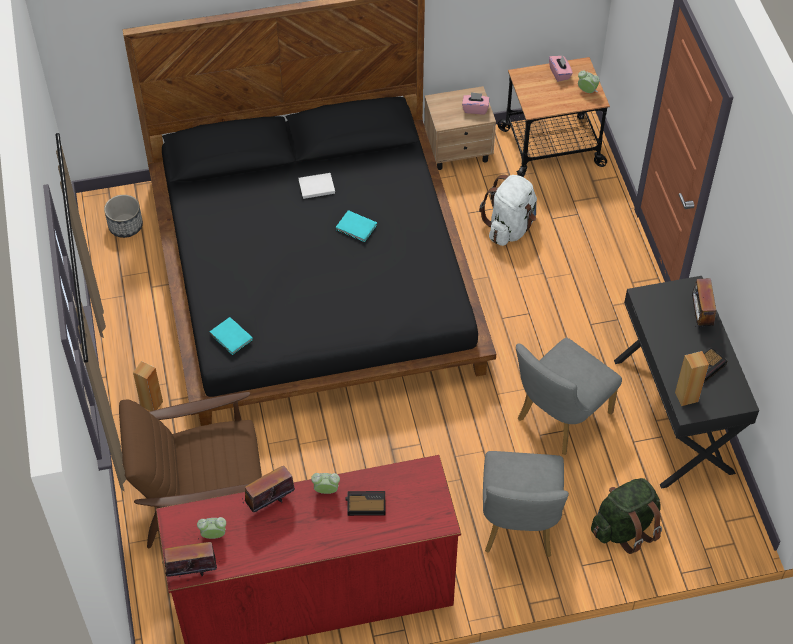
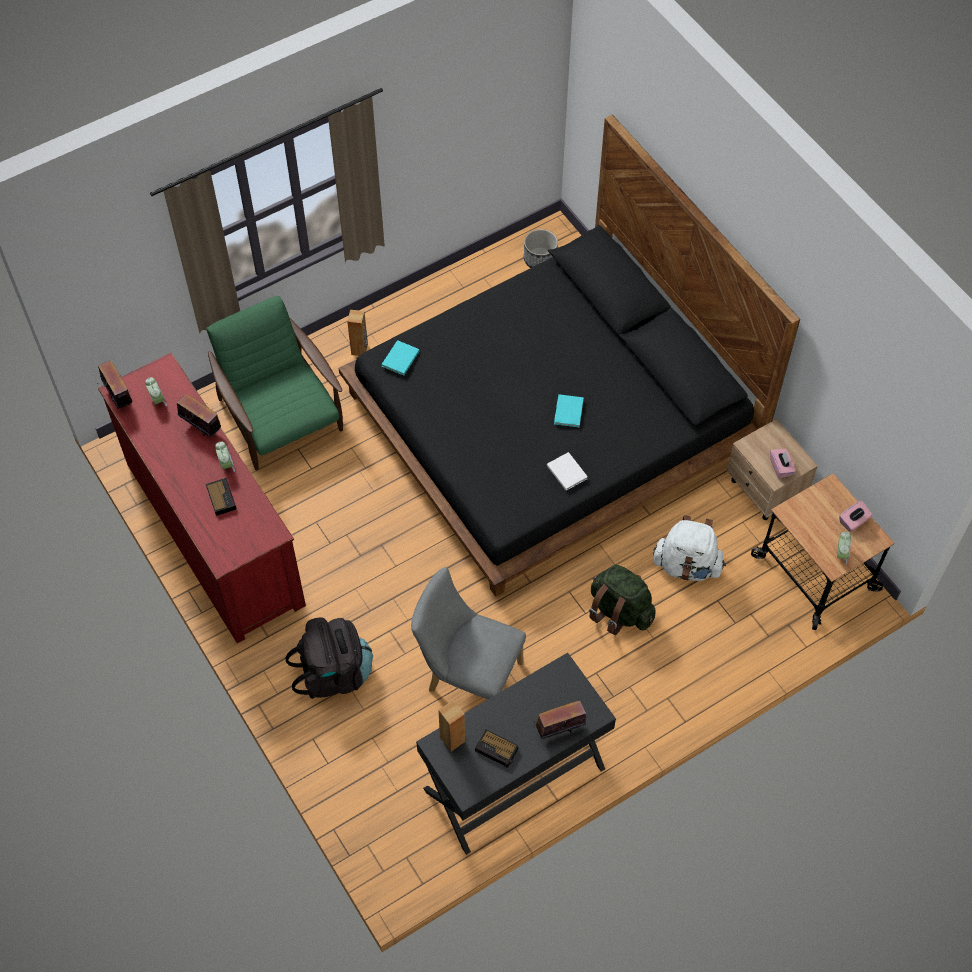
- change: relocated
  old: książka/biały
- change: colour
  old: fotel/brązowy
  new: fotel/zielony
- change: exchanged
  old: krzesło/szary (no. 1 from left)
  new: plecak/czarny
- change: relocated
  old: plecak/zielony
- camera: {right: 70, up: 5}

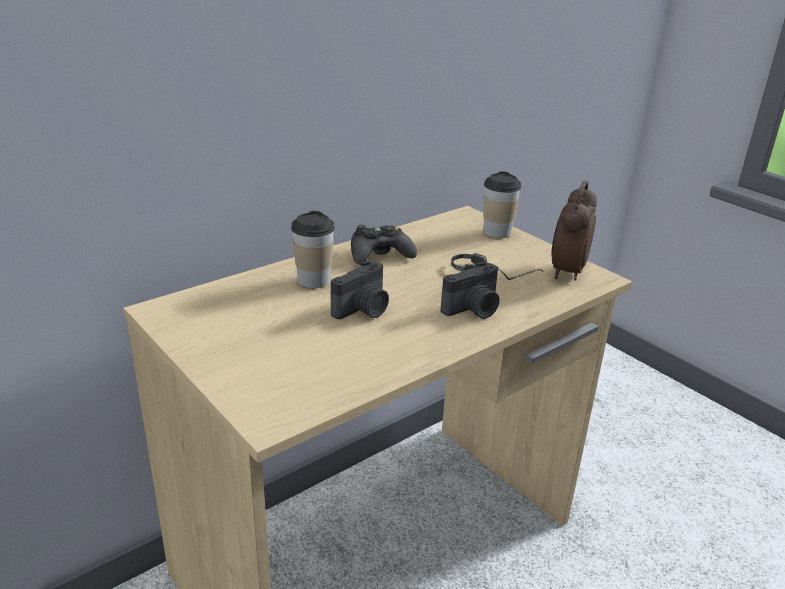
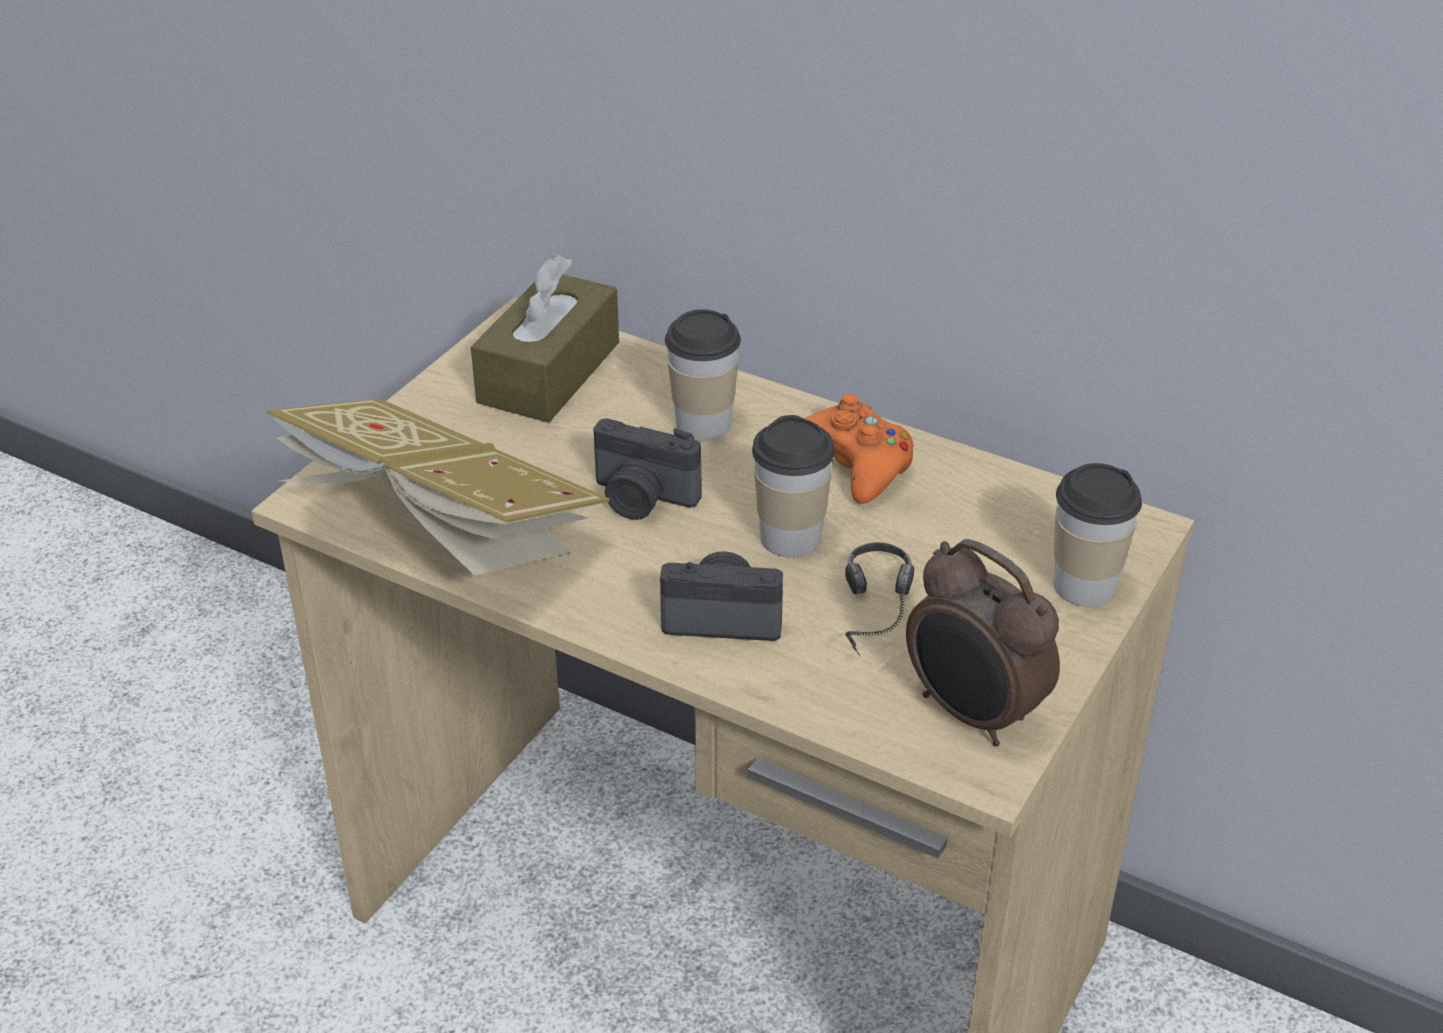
- change: spun
  old: budzik
  degrees: -135
- change: colour
  old: pad do gier/czarny
  new: pad do gier/pomarańczowy
- change: spun
  old: aparat fotograficzny (no. 2 from left)
  degrees: 150
- change: appeared
  new: pudełko chusteczek/brązowy
- change: appeared
  new: książka
- change: appeared
  new: filiżanka (no. 2 from left)
- camera: {right: 70, up: 10}

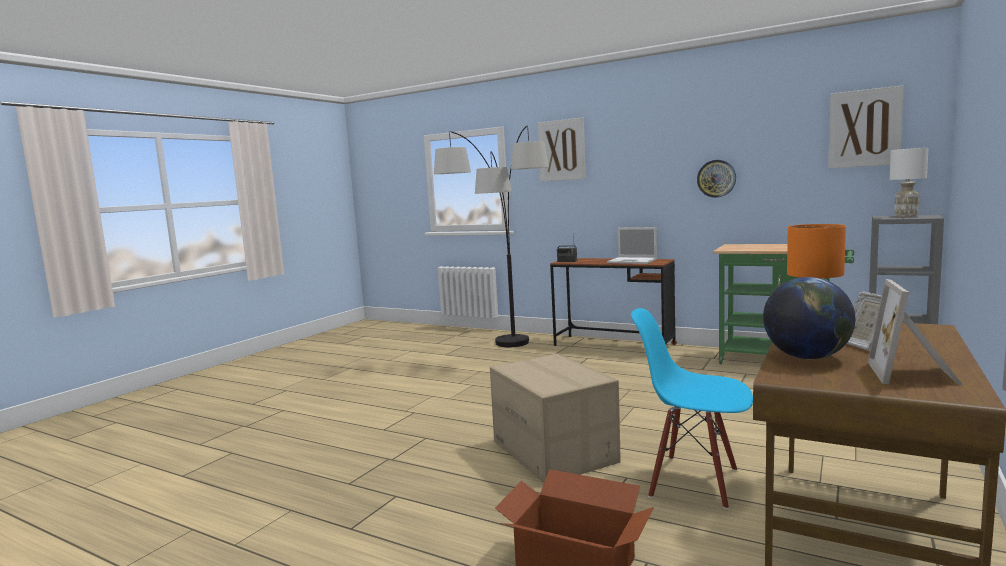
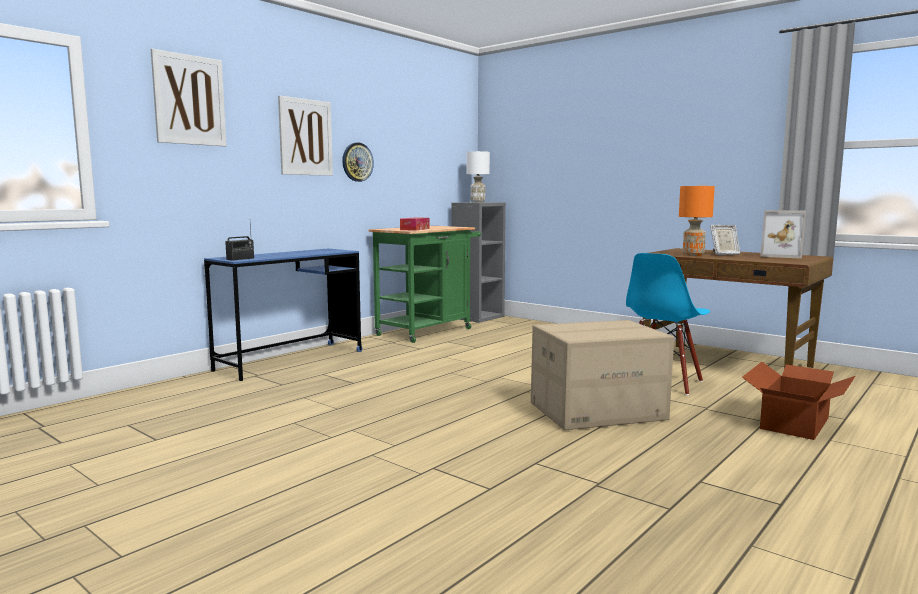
- change: relocated
  old: obraz (no. 2 from left)
- change: missing
  old: lampa stojąca
- change: missing
  old: laptop
- change: colour
  old: biurko/brązowy (no. 1 from left)
  new: biurko/niebieski
- change: missing
  old: globus
- change: appeared
  new: pudełko chusteczek
- camera: {right: -80, up: 0}

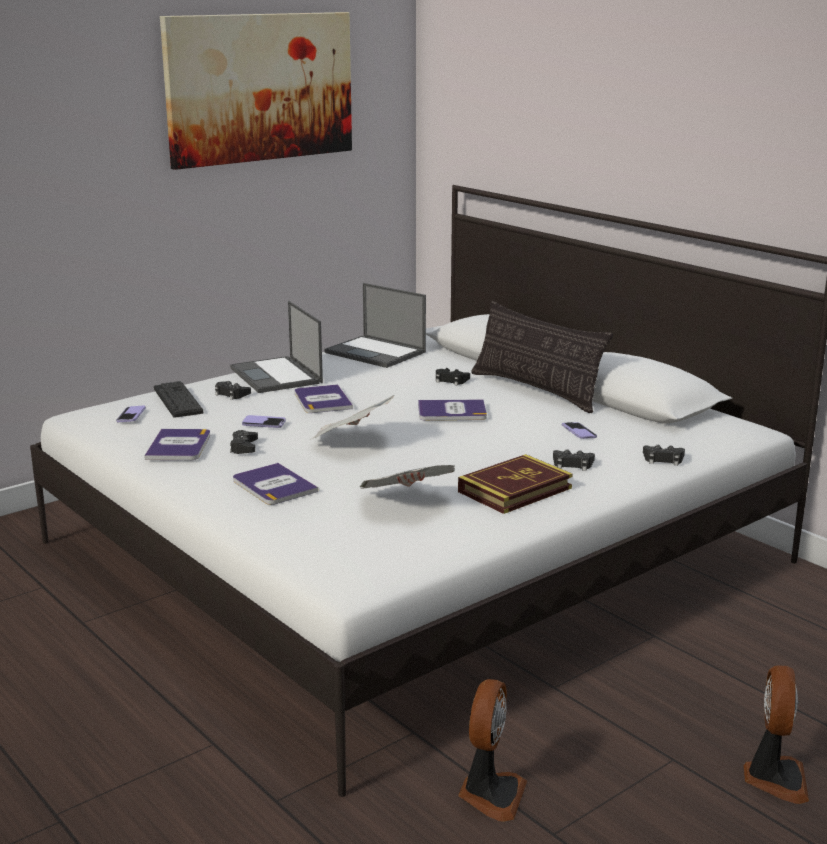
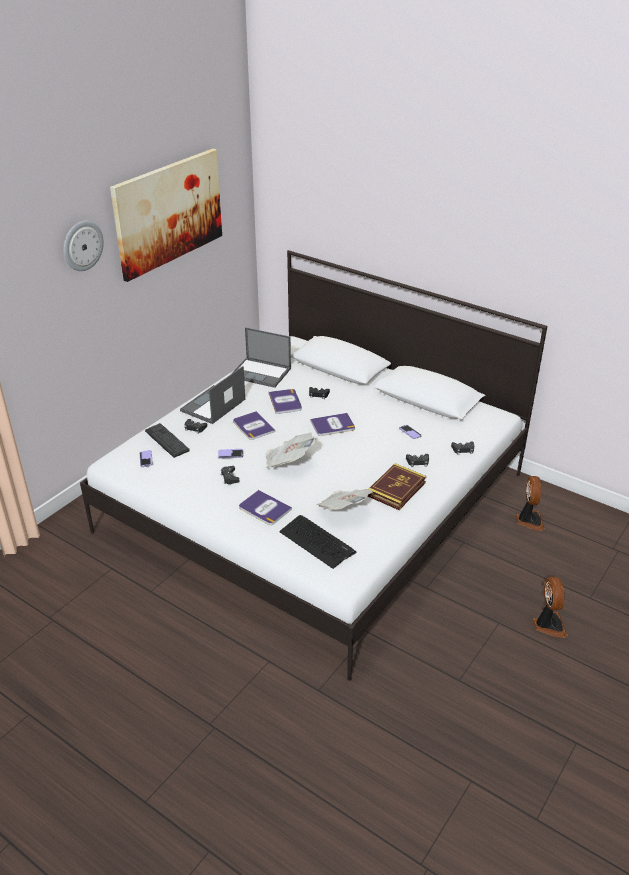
- change: spun
  old: laptop (no. 1 from left)
  degrees: 75
- change: missing
  old: poduszka
- change: relocated
  old: książka (no. 1 from left in the first image)
  new: książka (no. 3 from left)
- change: relocated
  old: wentylator (no. 1 from left)
- change: appeared
  new: zegar ścienny
- change: appeared
  new: klawiatura (no. 2 from left)
- camera: {right: -15, up: 15}

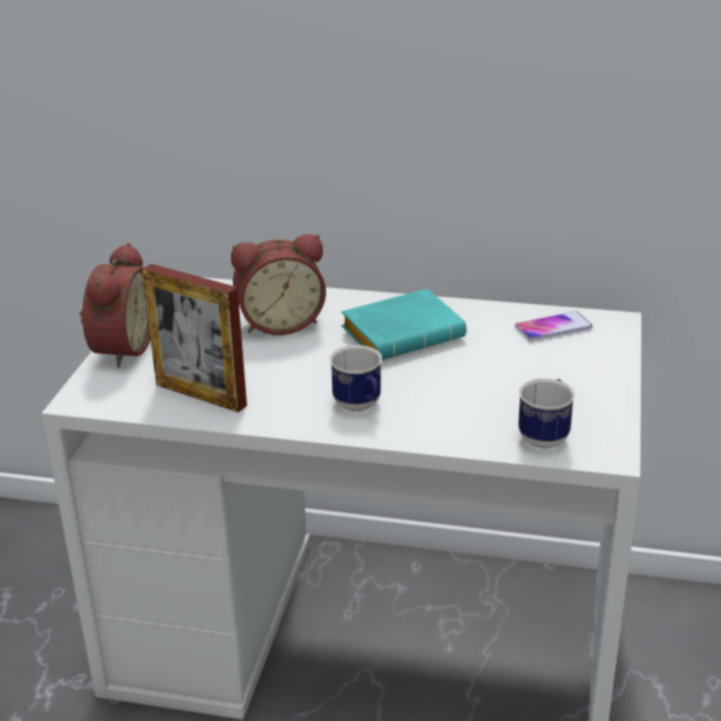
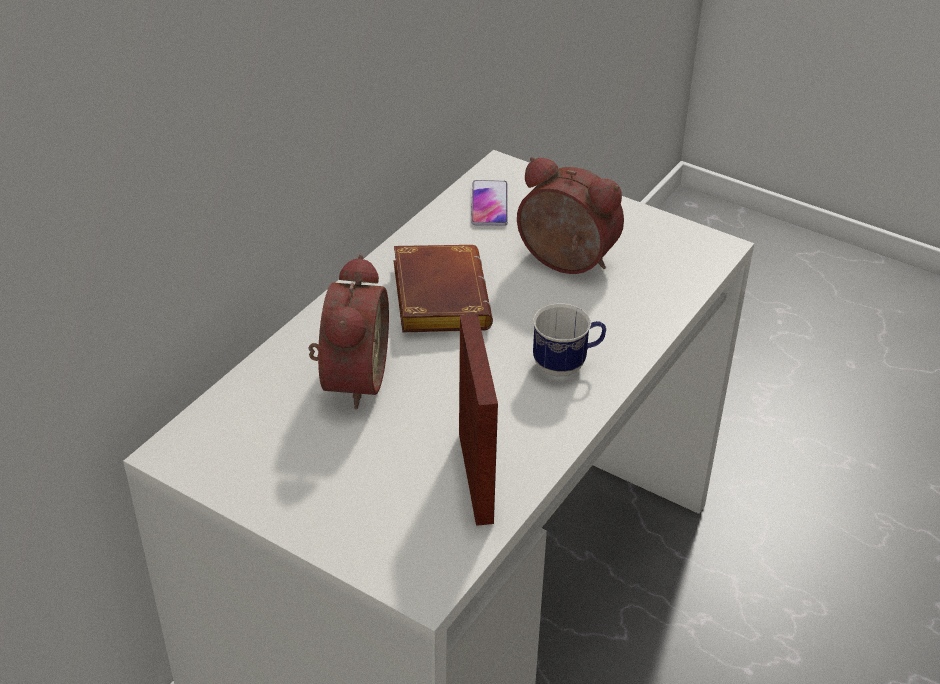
- change: relocated
  old: budzik (no. 1 from left in the first image)
  new: budzik (no. 2 from left)
- change: spun
  old: ramka na zdjęcie
  degrees: -60
- change: colour
  old: książka/turkusowy
  new: książka/brązowy
- change: missing
  old: kubek (no. 2 from left)
- camera: {right: -70, up: 10}

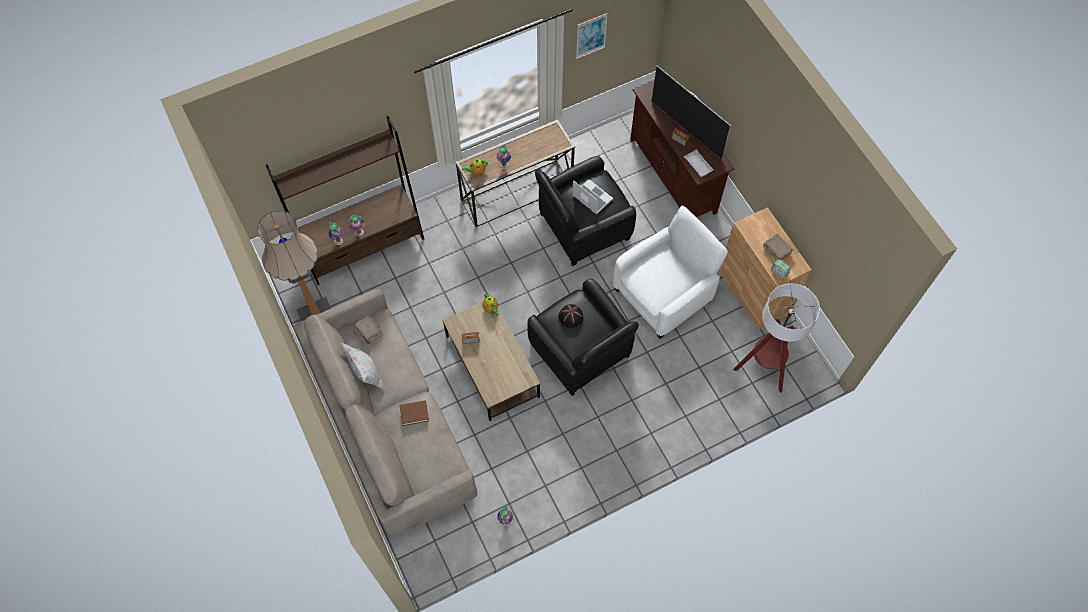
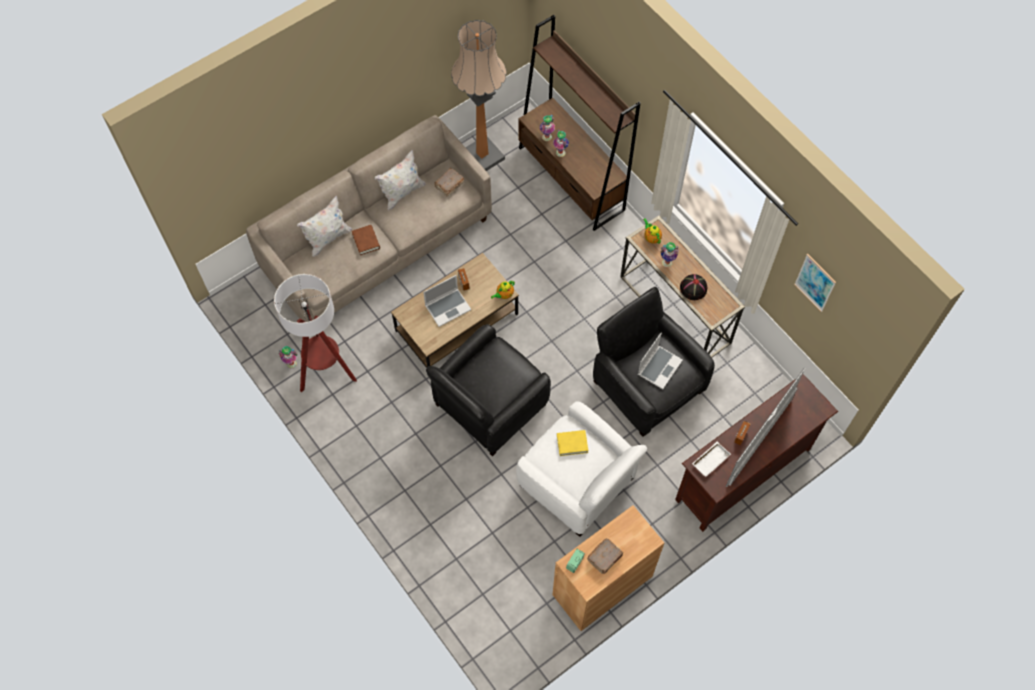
- change: relocated
  old: lampa stojąca (no. 2 from left in the first image)
  new: lampa stojąca (no. 1 from left)
- change: relocated
  old: kapelusz/czarny
- change: appeared
  new: poduszka/biały (no. 1 from left)
- change: appeared
  new: laptop (no. 1 from left)
- change: appeared
  new: książka/żółty
- camera: {right: 80, up: 0}

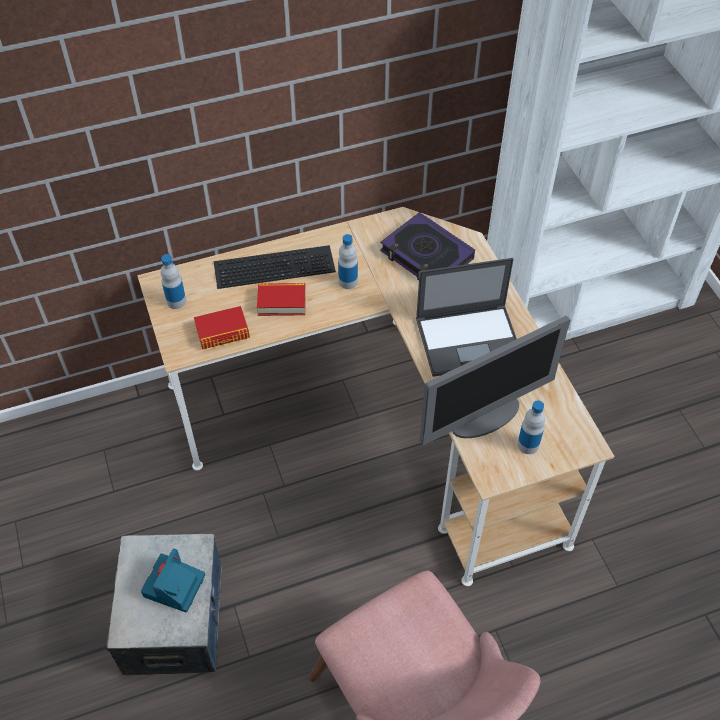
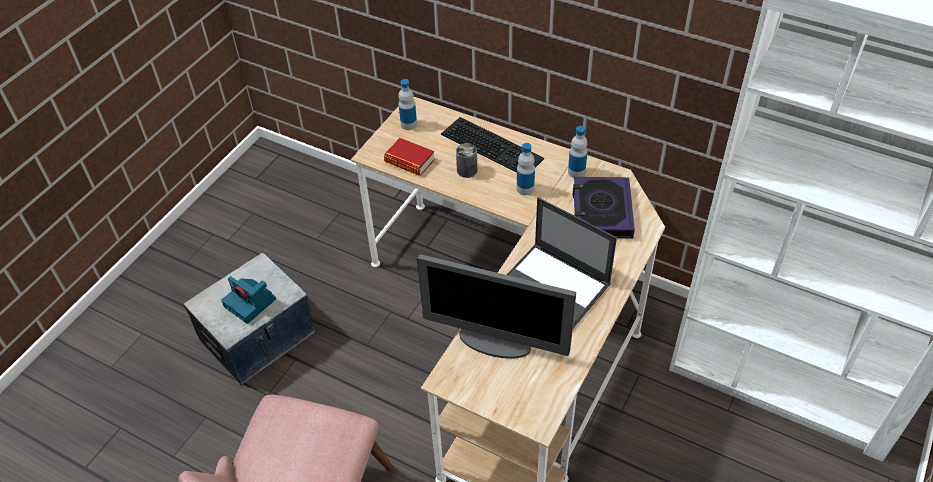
- change: exchanged
  old: książka (no. 2 from left)
  new: puszka
- change: relocated
  old: butelka (no. 3 from left)
- change: spun
  old: aparat fotograficzny
  degrees: -120
- camera: {right: 50, up: -5}

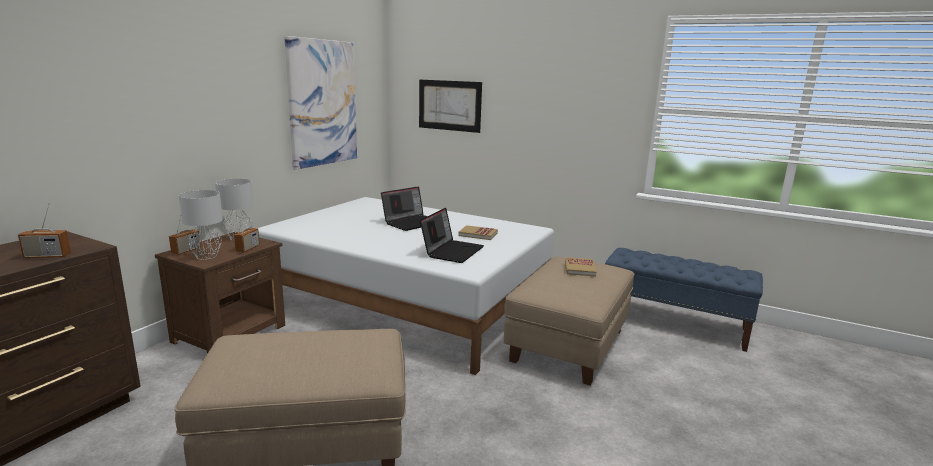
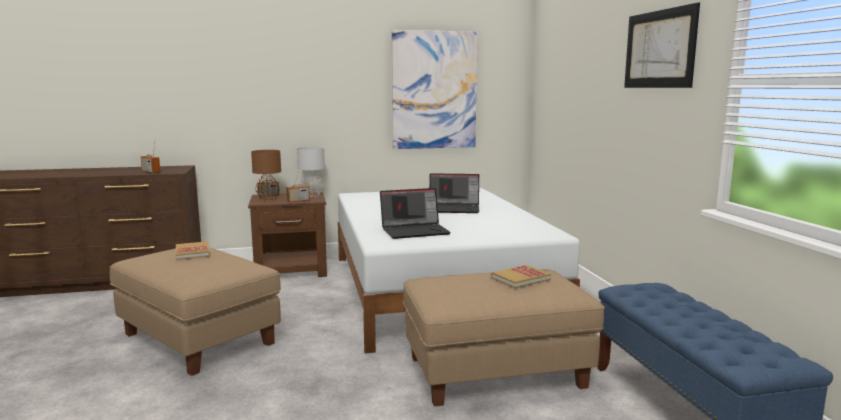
- change: relocated
  old: obraz (no. 2 from left)
- change: colour
  old: lampa stołowa/szary (no. 1 from left)
  new: lampa stołowa/brązowy
- change: relocated
  old: książka (no. 1 from left)
- camera: {right: 50, up: -5}

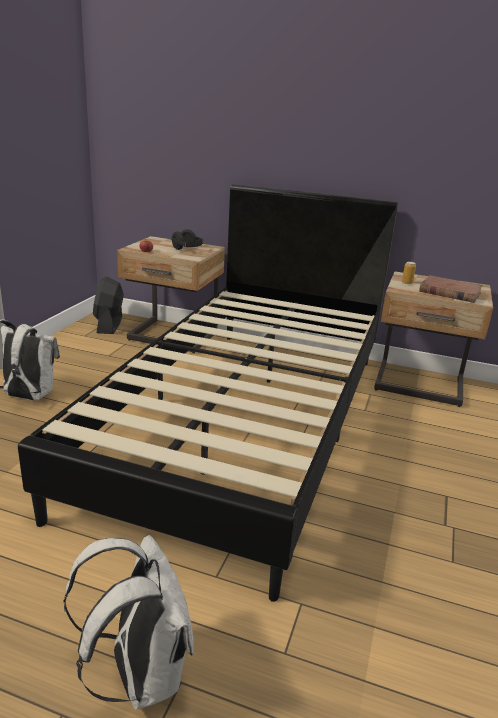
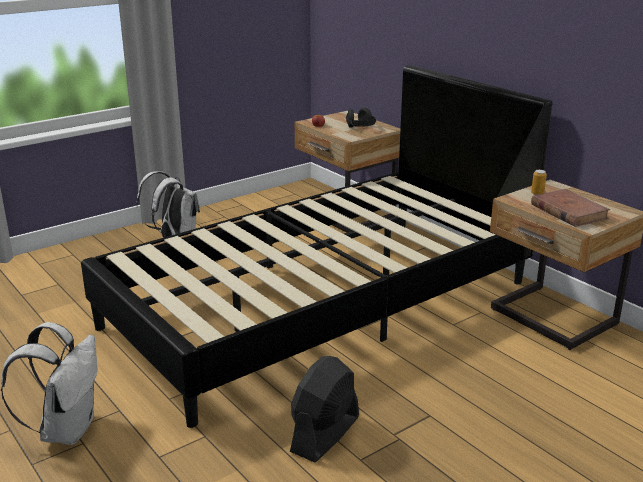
- change: relocated
  old: wentylator/czarny
- camera: {right: 35, up: 0}

